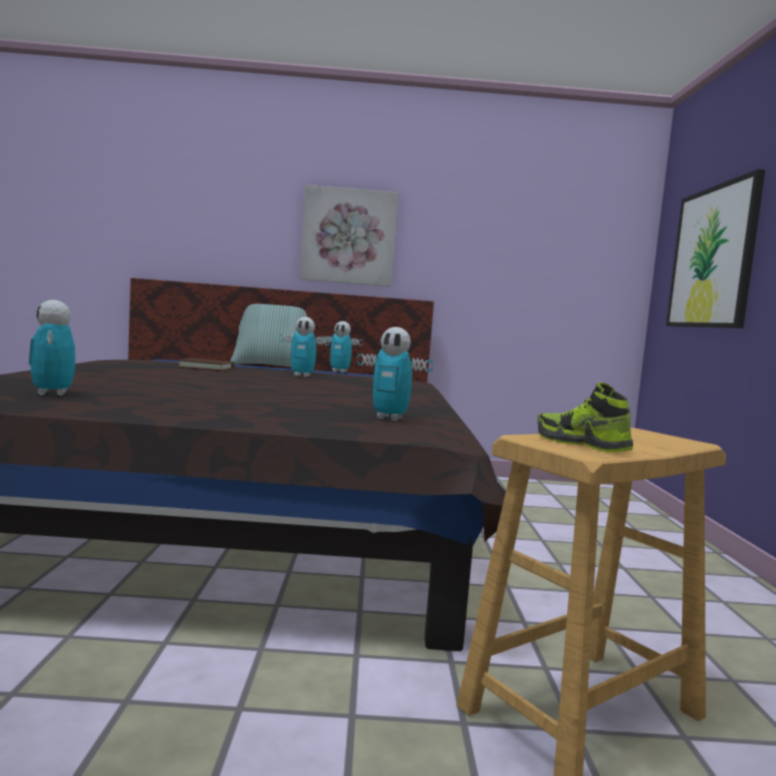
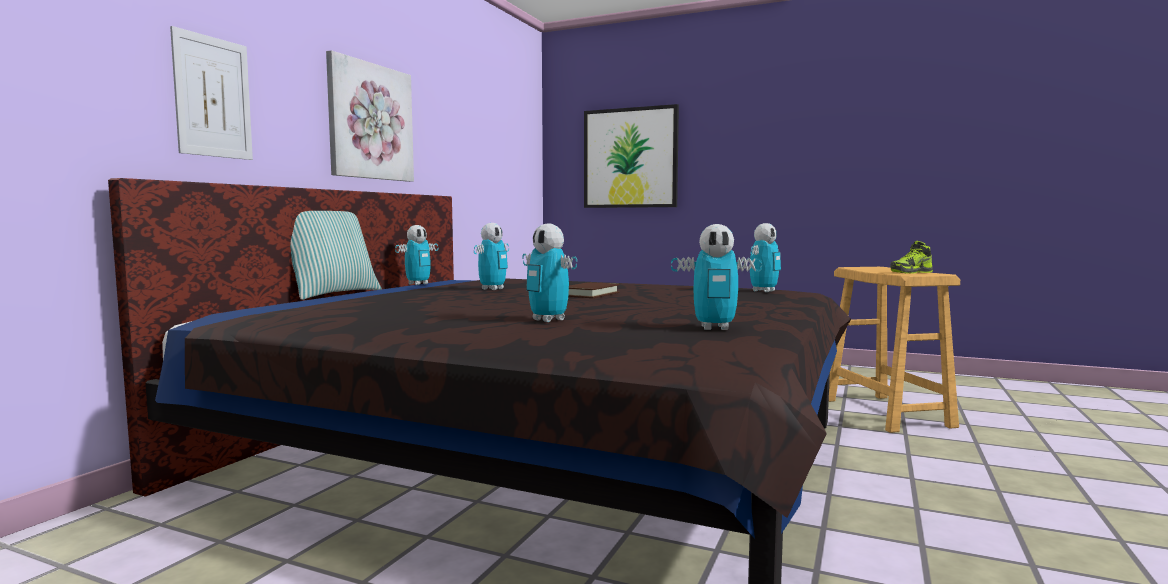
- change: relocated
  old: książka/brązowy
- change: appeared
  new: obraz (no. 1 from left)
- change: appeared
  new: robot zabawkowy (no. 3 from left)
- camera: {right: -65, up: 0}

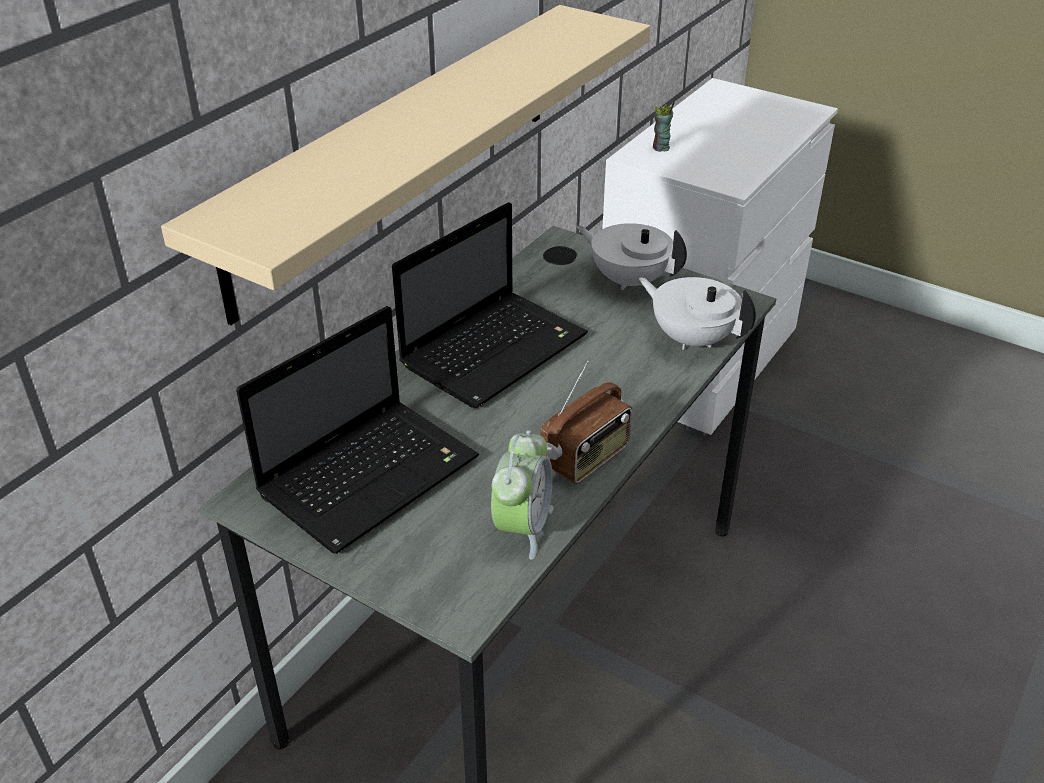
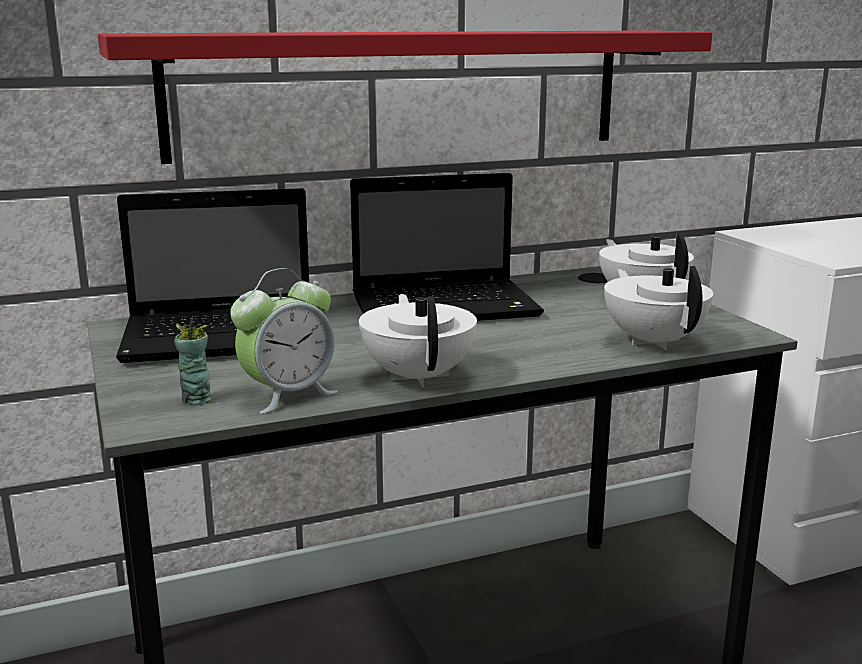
- change: colour
  old: półka/beżowy
  new: półka/czerwony
- change: relocated
  old: filiżanka
- change: exchanged
  old: radio
  new: imbryk/biały (no. 1 from left)
- camera: {right: 35, up: -20}

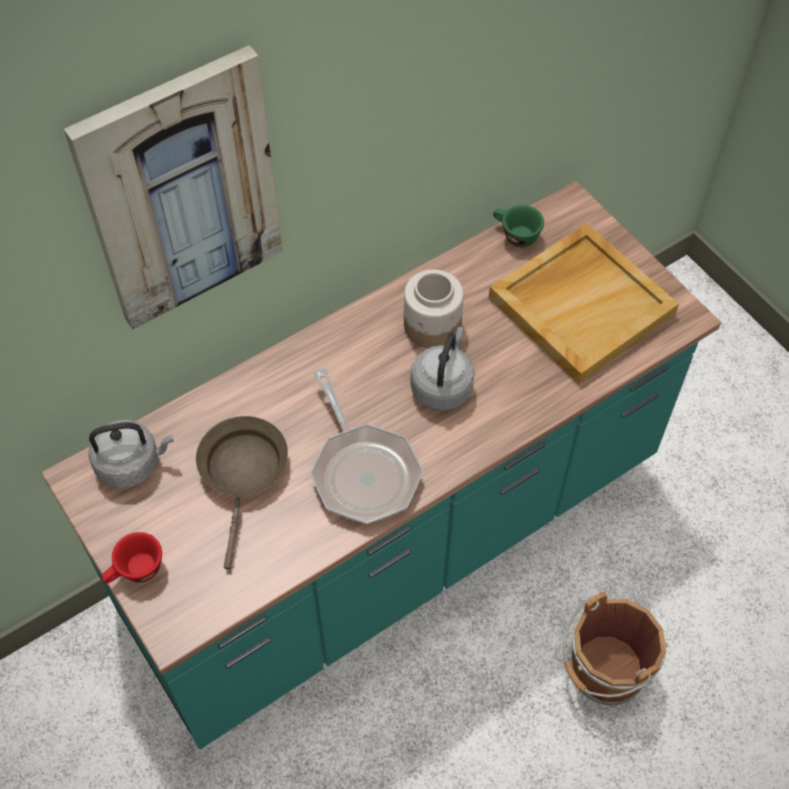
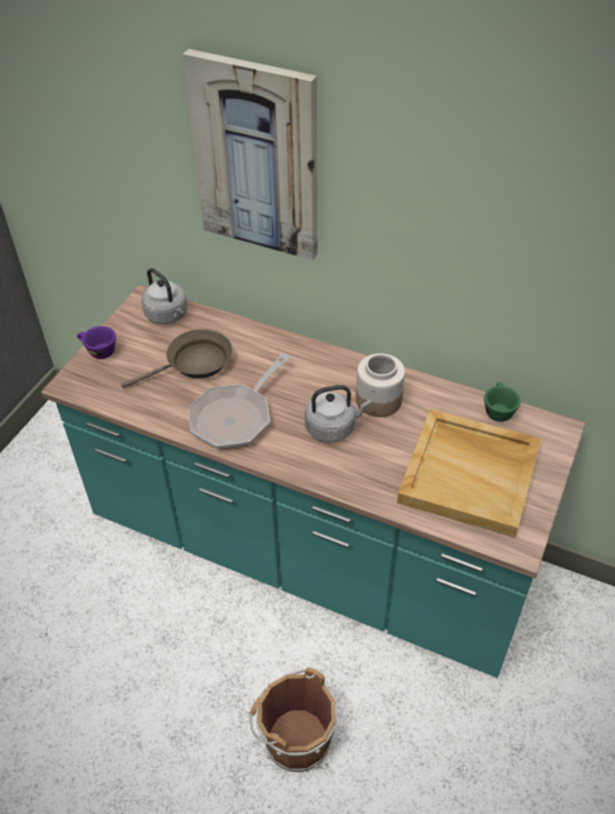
- change: colour
  old: filiżanka/czerwony
  new: filiżanka/fioletowy
- camera: {right: 60, up: -10}

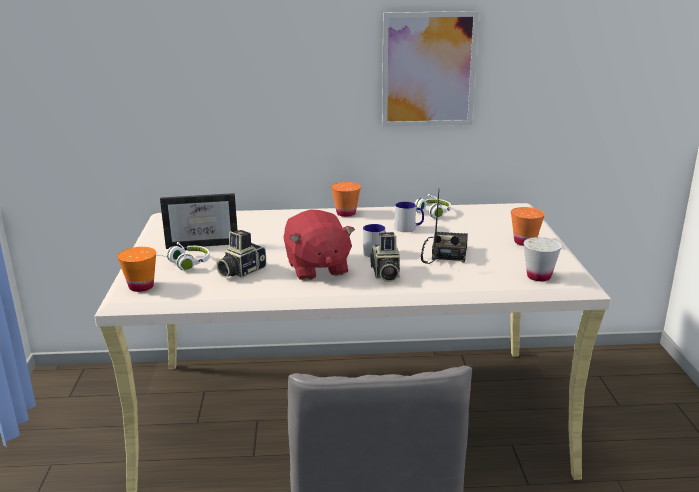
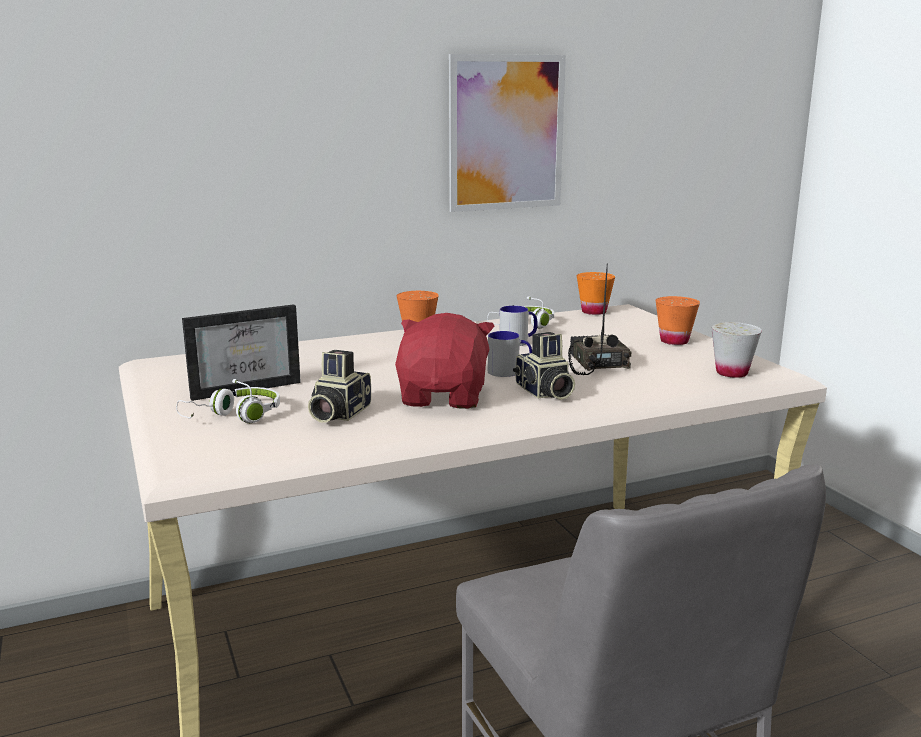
- change: spun
  old: pluszak/czerwony
  degrees: -135
- change: relocated
  old: filiżanka/pomarańczowy (no. 1 from left in the first image)
  new: filiżanka/pomarańczowy (no. 2 from left)
- camera: {right: -20, up: -5}

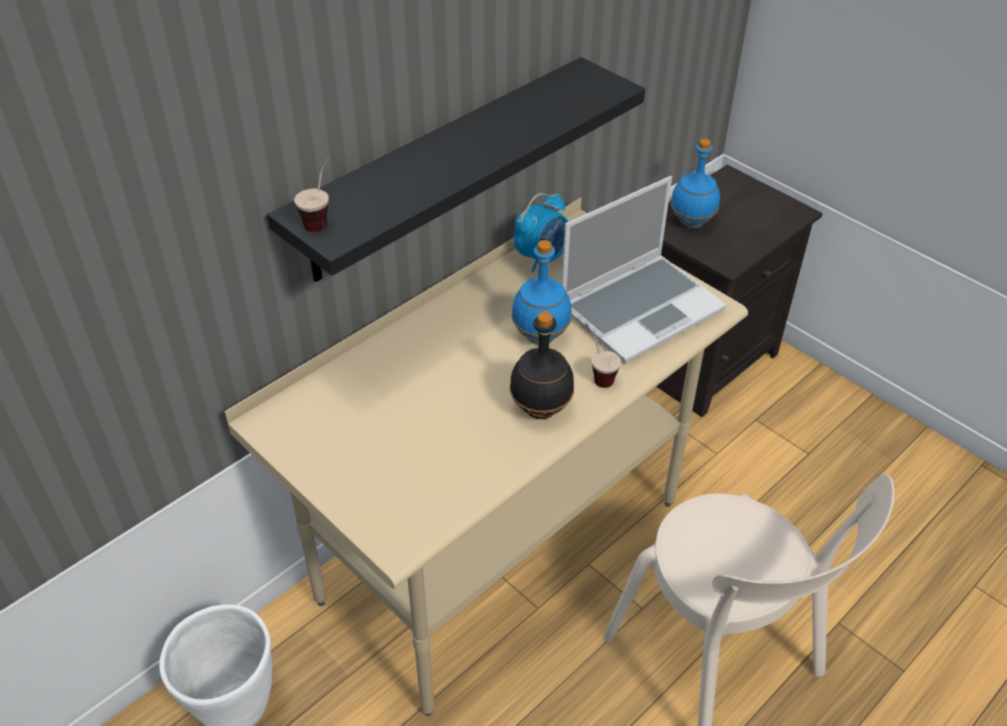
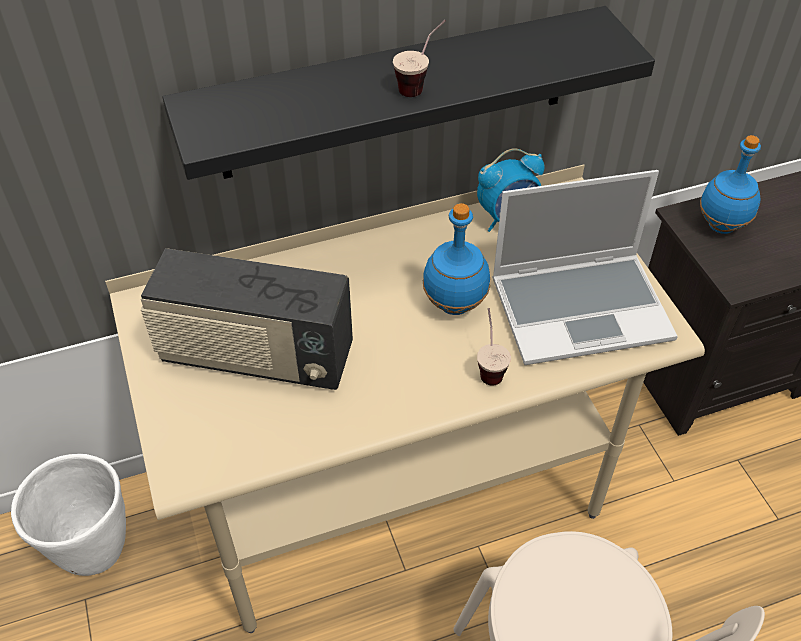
- change: relocated
  old: filiżanka (no. 1 from left)
- change: missing
  old: butelka/czarny
- change: appeared
  new: radio
- camera: {right: 25, up: 5}

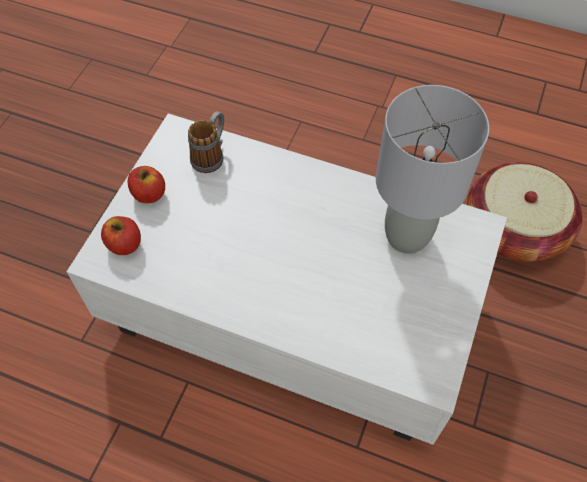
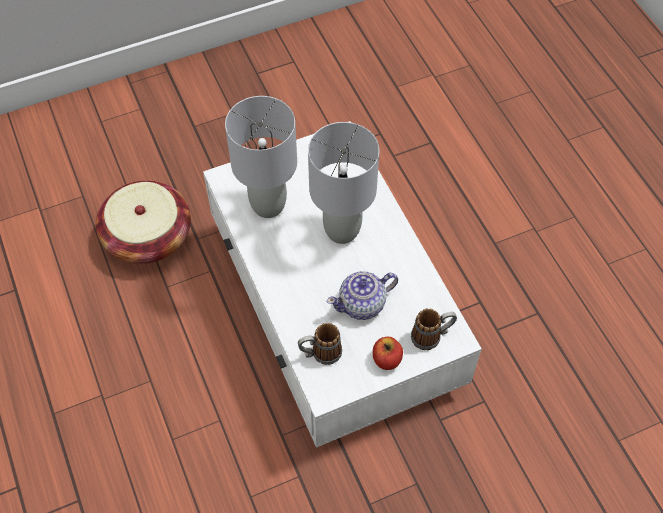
- change: exchanged
  old: jabłko (no. 1 from left)
  new: kubek (no. 2 from left)
- change: appeared
  new: lampa stołowa/szary (no. 2 from left)
- change: appeared
  new: imbryk
- camera: {right: -135, up: 0}

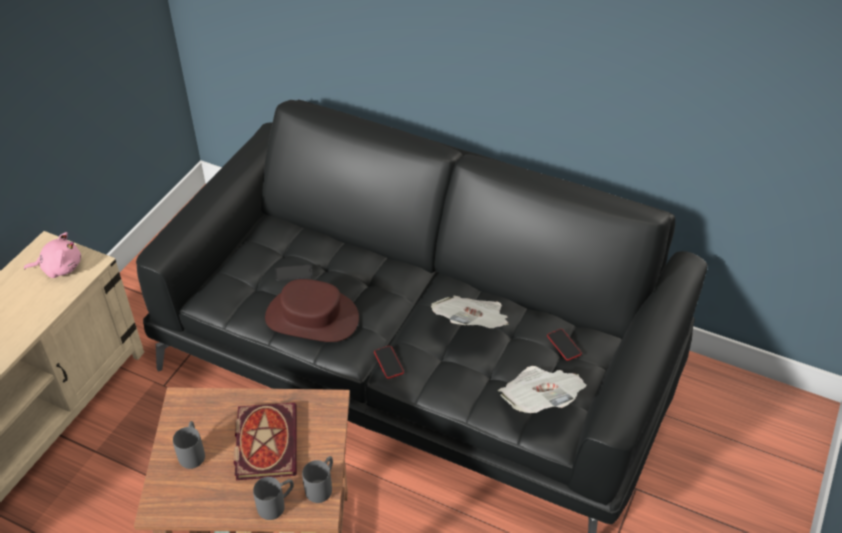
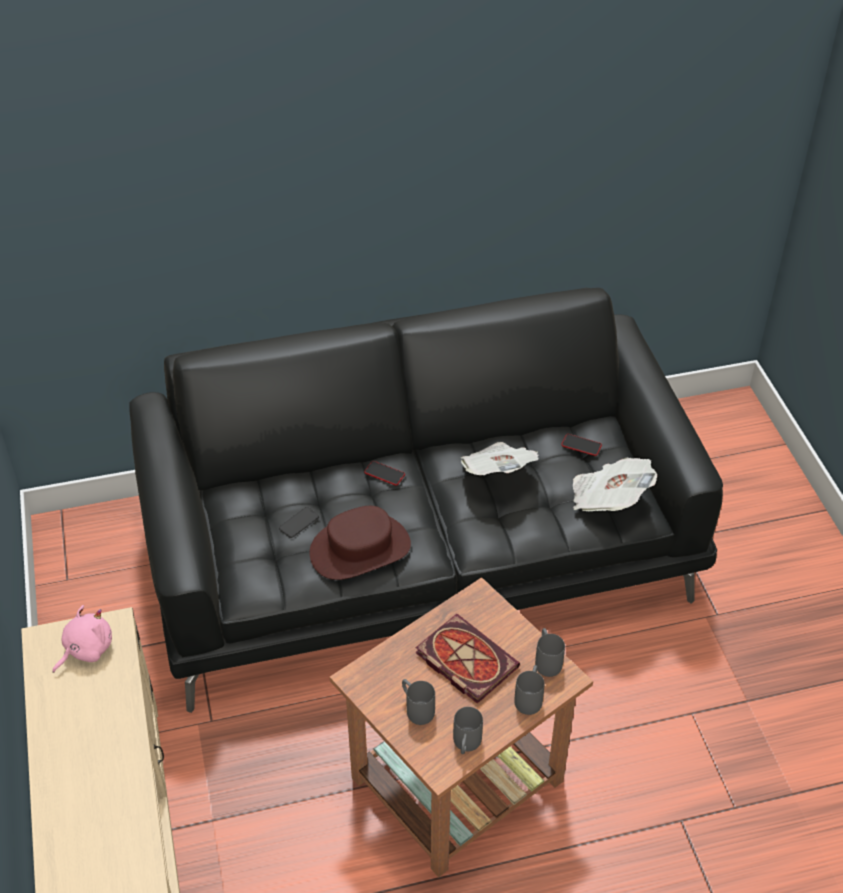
- change: relocated
  old: telefon (no. 2 from left)
- change: appeared
  new: kubek/szary (no. 2 from left)
- camera: {right: -40, up: 0}

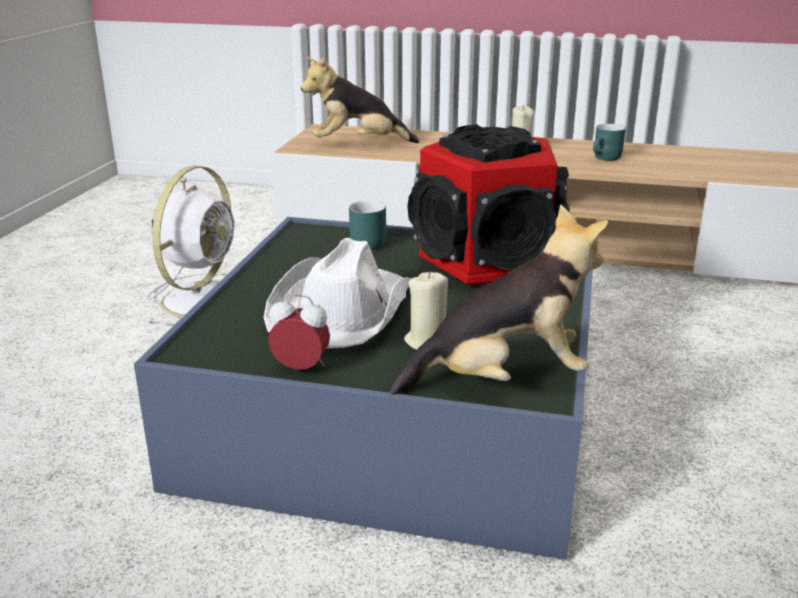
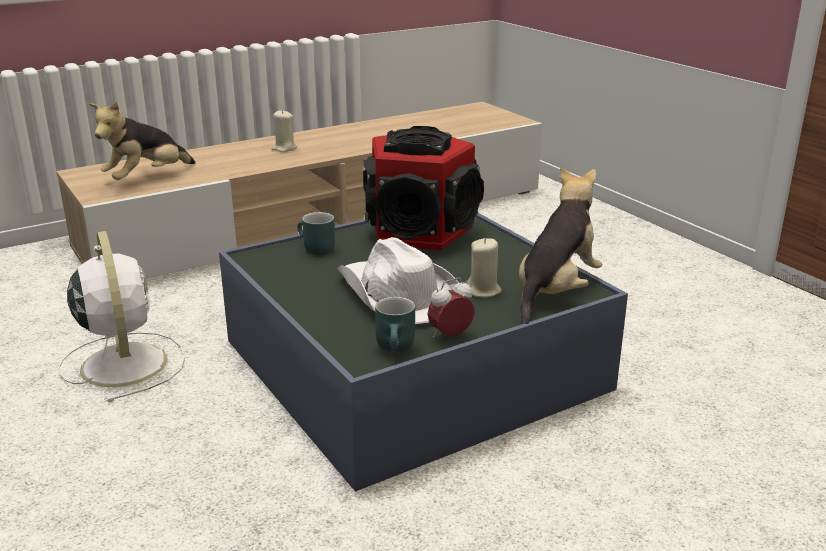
- change: relocated
  old: kubek/turkusowy (no. 2 from left)
- camera: {right: -45, up: 0}

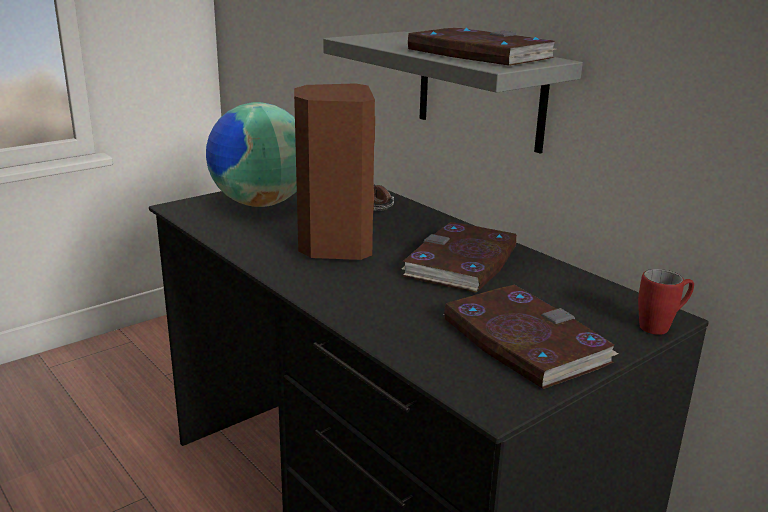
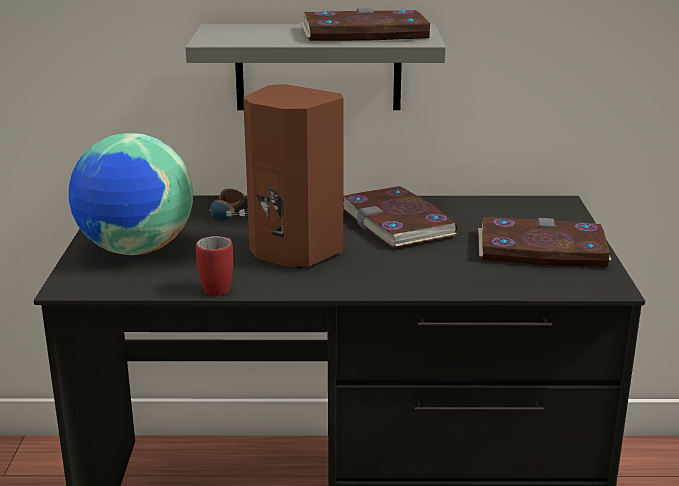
- change: relocated
  old: kubek/czerwony
- camera: {right: -50, up: 0}

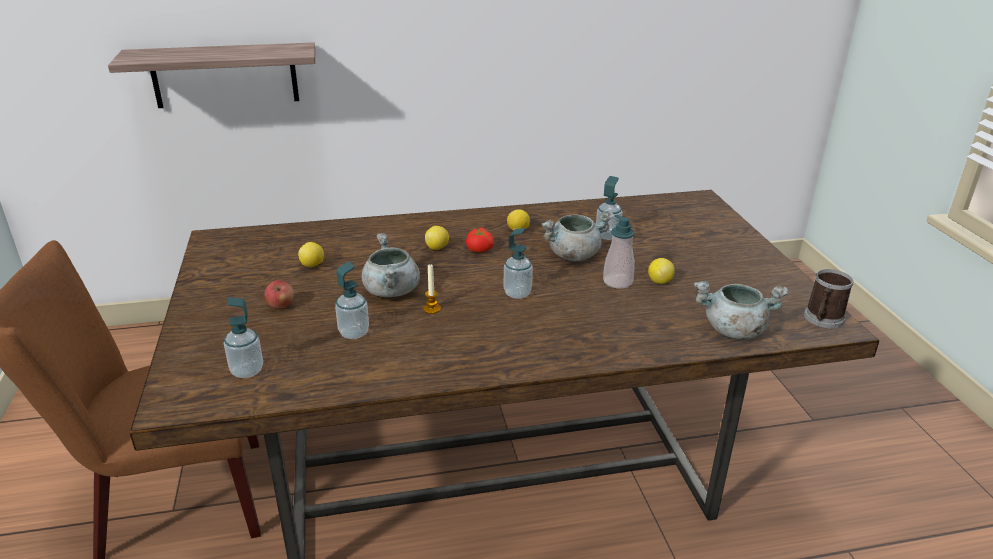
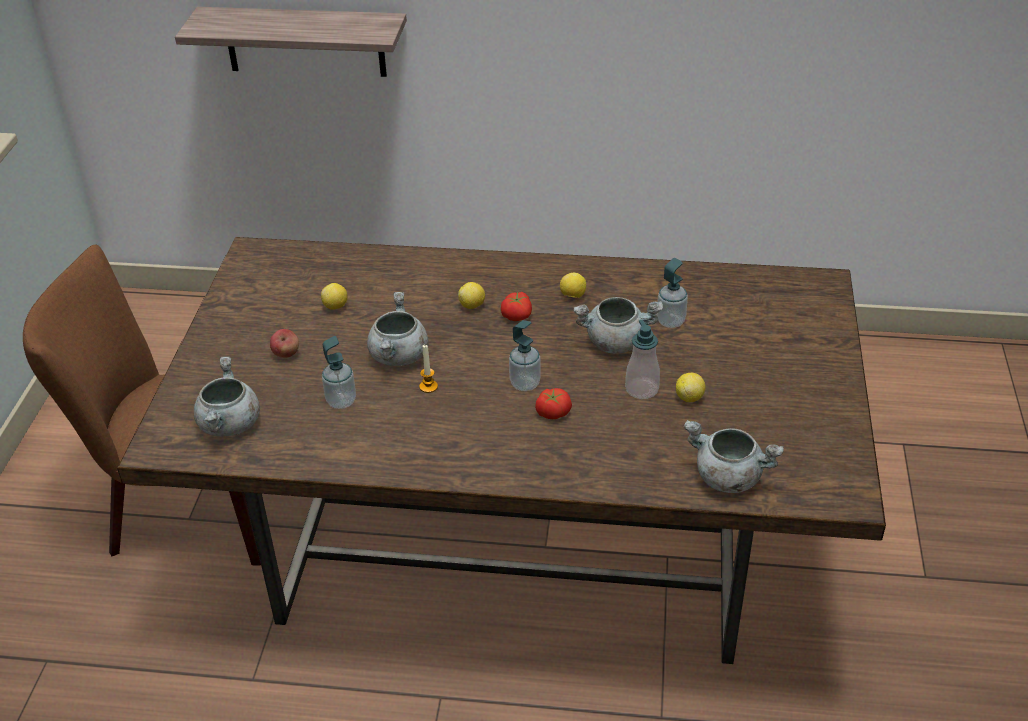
- change: missing
  old: kubek
- change: exchanged
  old: dozownik mydła (no. 1 from left)
  new: garnek/szary (no. 1 from left)
- change: appeared
  new: pomidor (no. 2 from left)
- camera: {right: 20, up: 10}

